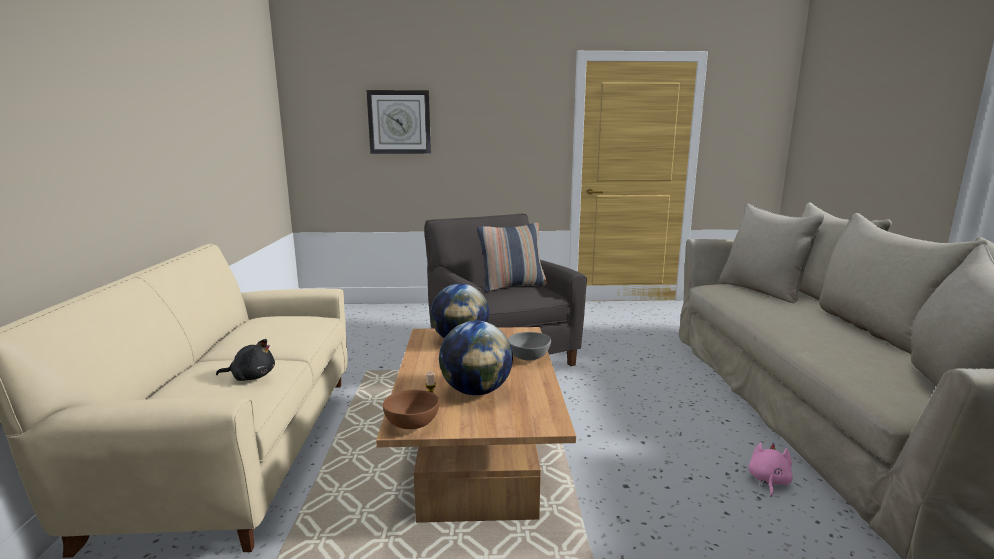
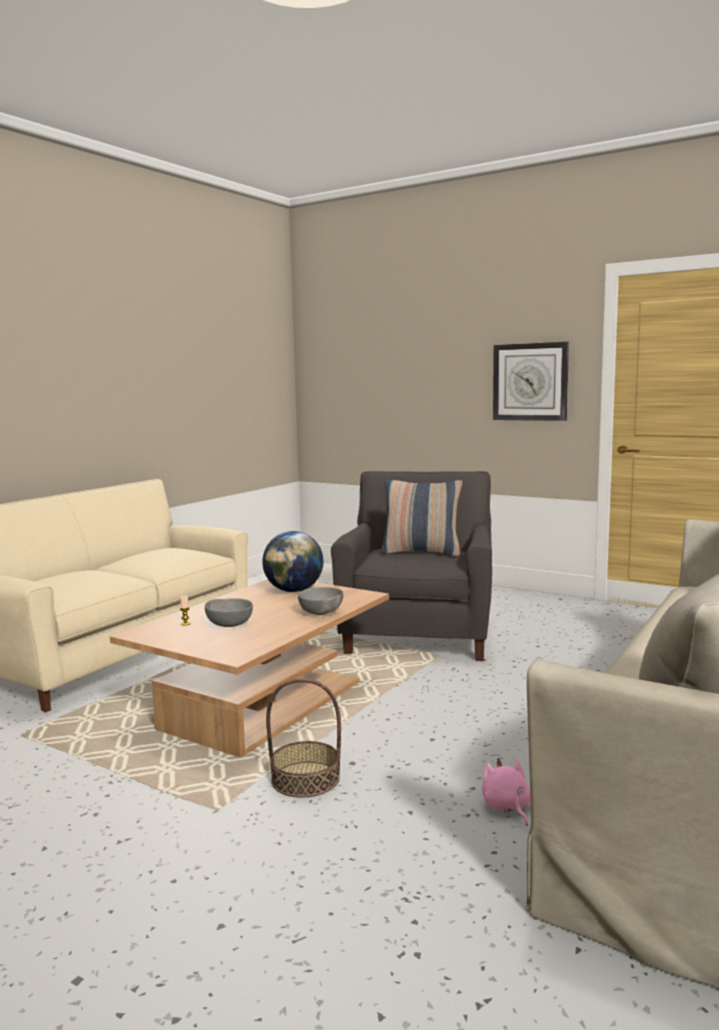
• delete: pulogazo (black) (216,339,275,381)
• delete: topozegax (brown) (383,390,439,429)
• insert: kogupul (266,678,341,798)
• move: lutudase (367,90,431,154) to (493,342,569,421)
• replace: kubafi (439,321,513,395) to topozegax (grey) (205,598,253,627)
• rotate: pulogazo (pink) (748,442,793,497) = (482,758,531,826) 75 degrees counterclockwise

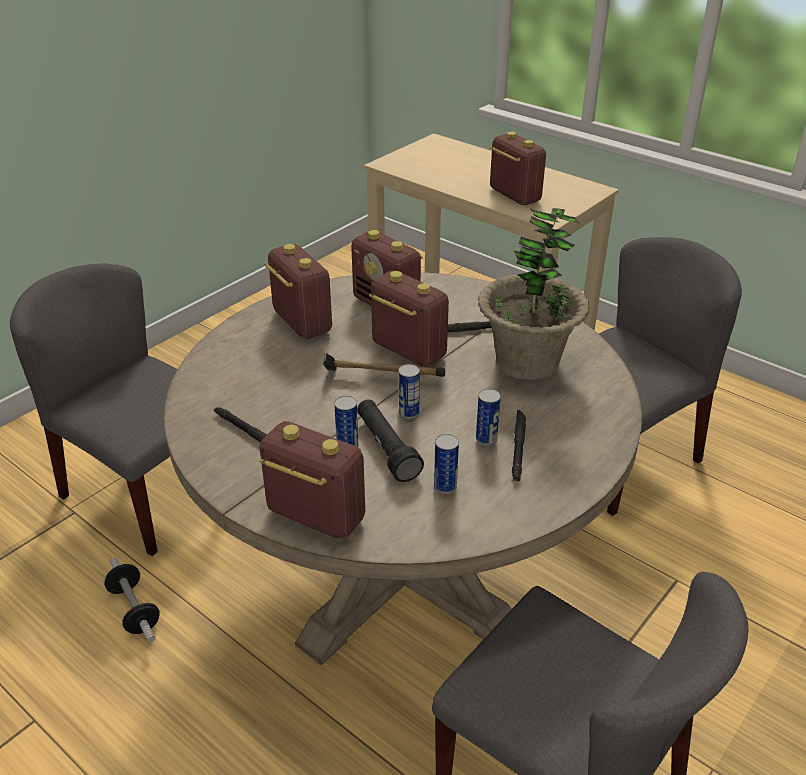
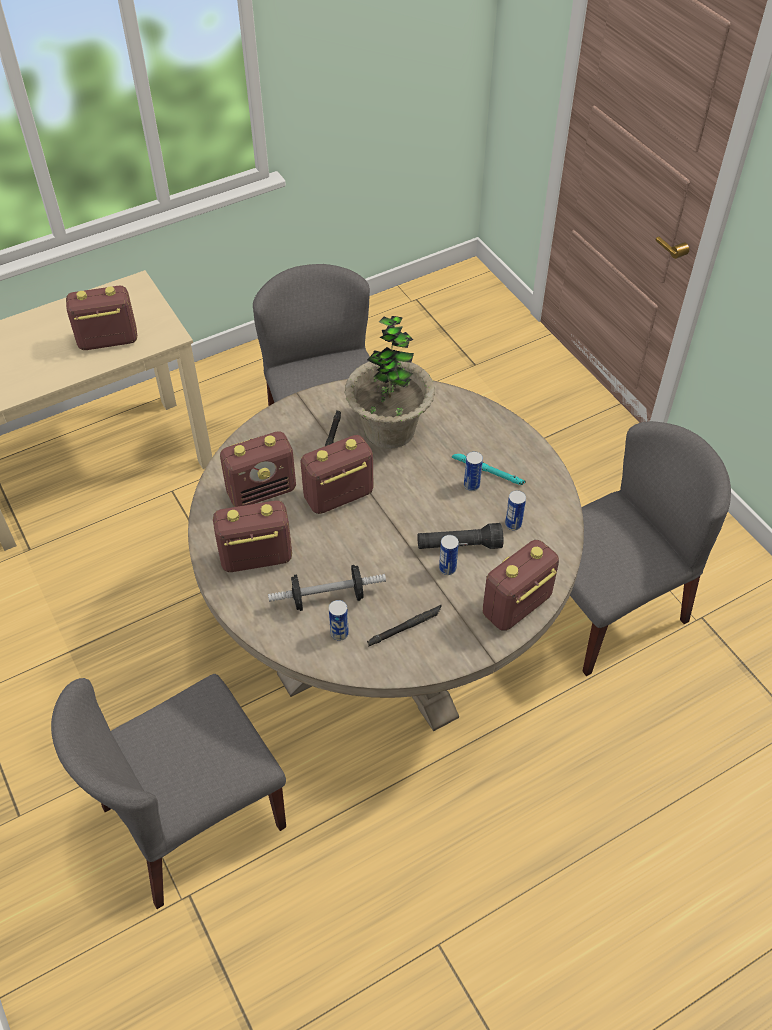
• delete: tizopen (323,353,445,377)
• move: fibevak (104,558,160,643) to (268,565,386,611)
• move: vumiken (399,364,420,420) to (329,600,349,641)
• recolor: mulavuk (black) (512,410,526,482) to mulavuk (turquoise) (452,454,526,485)

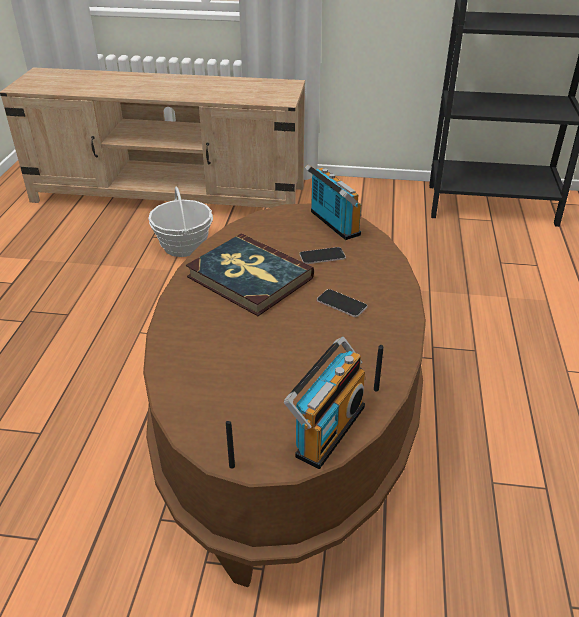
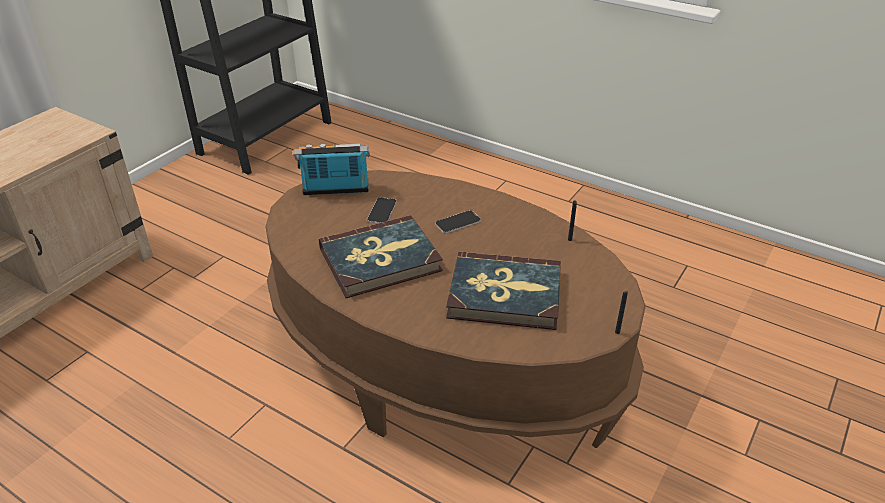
• delete: kogupul (148,187,213,257)
• delete: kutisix (284,337,365,469)
• insert: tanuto (446,252,561,330)

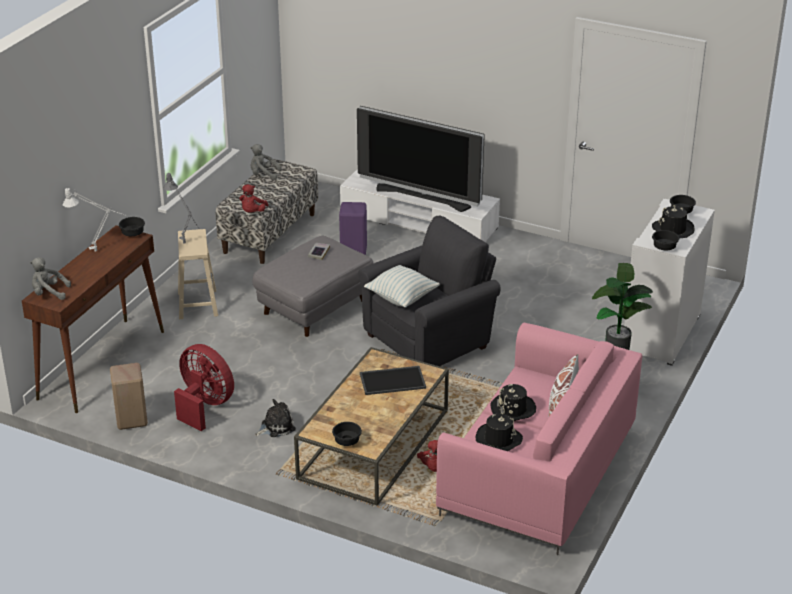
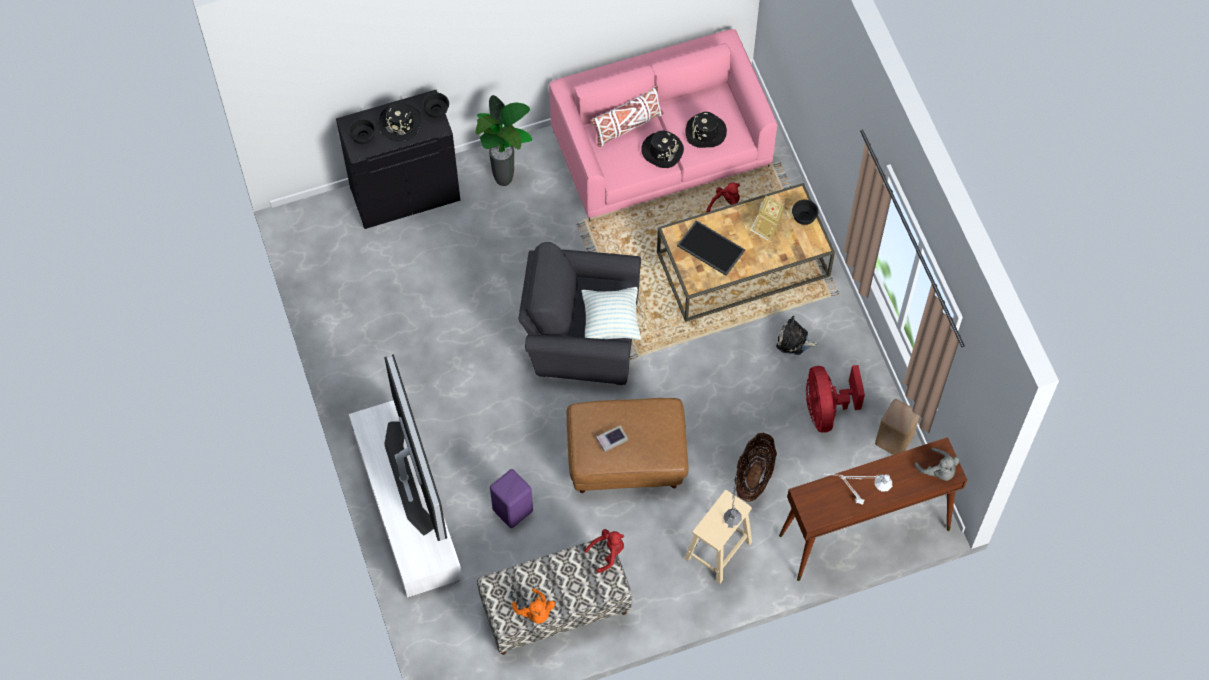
• delete: topozegax (black) (119,217,145,236)
• insert: kogupul (734,433,777,502)
• insert: tanuto (750,195,785,241)
• recolor: pulogazo (grey) (250,144,282,180) to pulogazo (orange) (512,588,555,624)
• recolor: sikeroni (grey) (252,236,374,337) to sikeroni (brown) (567,398,689,493)
• recolor: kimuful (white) (624,199,715,366) to kimuful (black) (336,90,461,229)

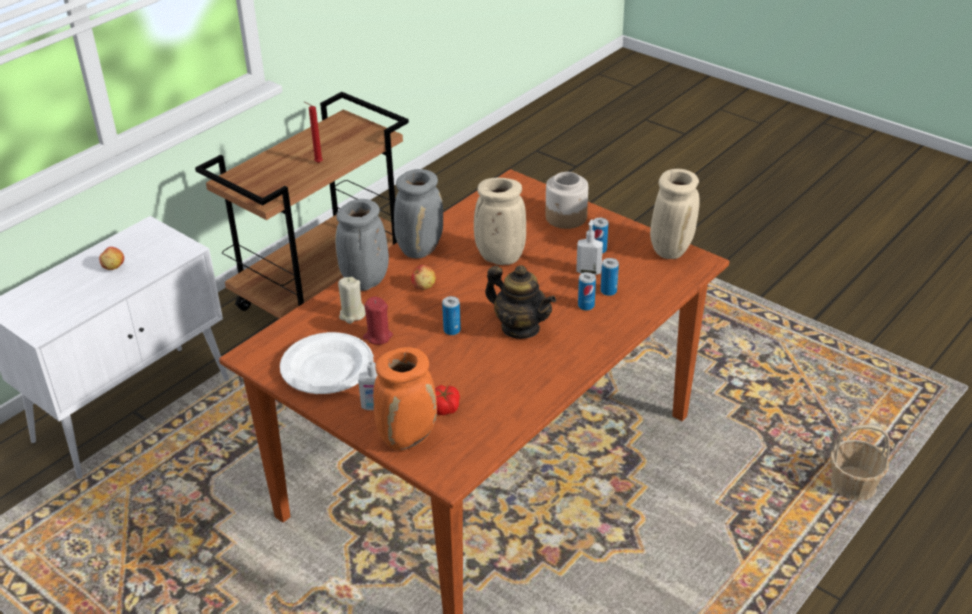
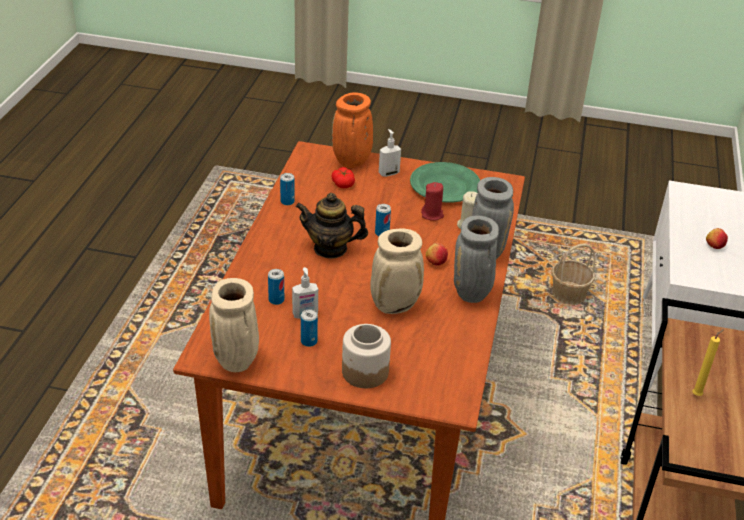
• move: vumiken (578,272,596,311) to (280,173,295,205)
• move: kogupul (830,425,890,501) to (552,244,595,305)
• recolor: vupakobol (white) (280,332,372,394) to vupakobol (green) (410,162,480,202)
• recolor: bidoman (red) (305,102,323,163) to bidoman (yellow) (693,329,724,396)

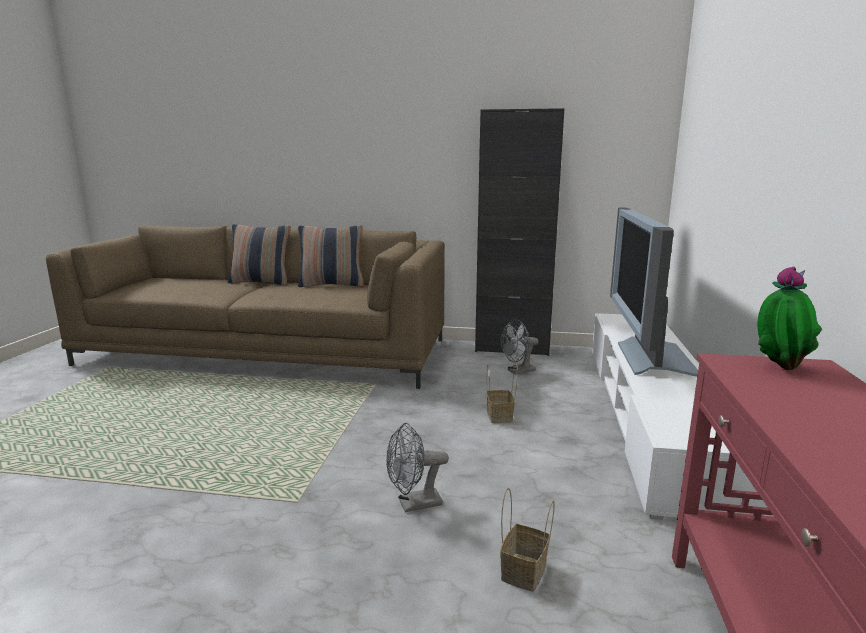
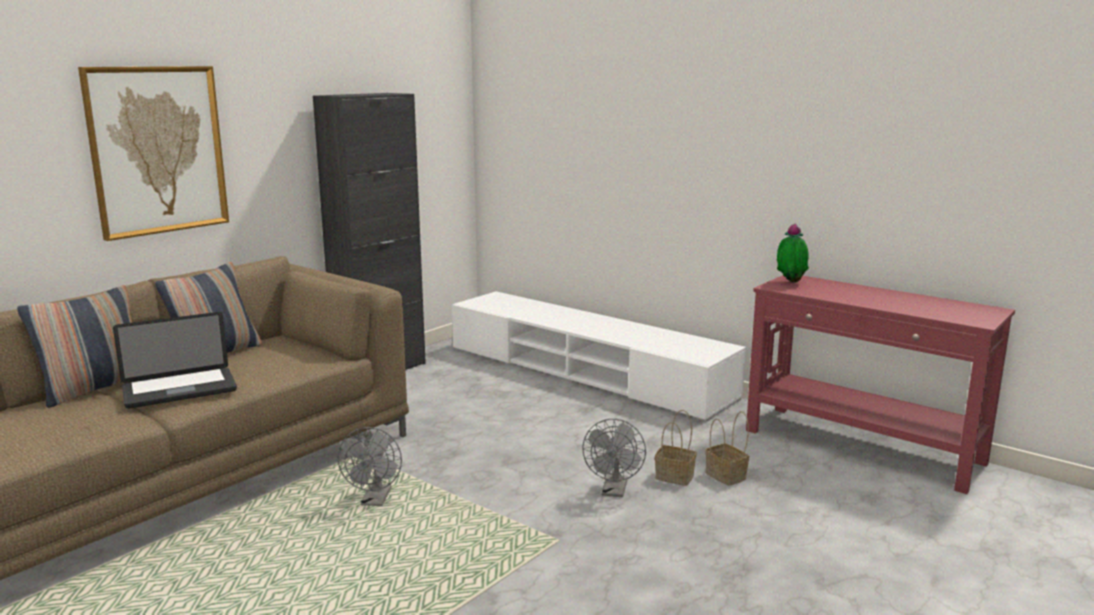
• delete: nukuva (610,207,698,377)
• insert: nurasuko (78,66,229,241)
• insert: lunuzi (113,312,237,409)
• move: kogupul (487,364,518,423) to (655,410,696,486)
• move: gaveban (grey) (501,320,539,375) to (337,427,402,506)

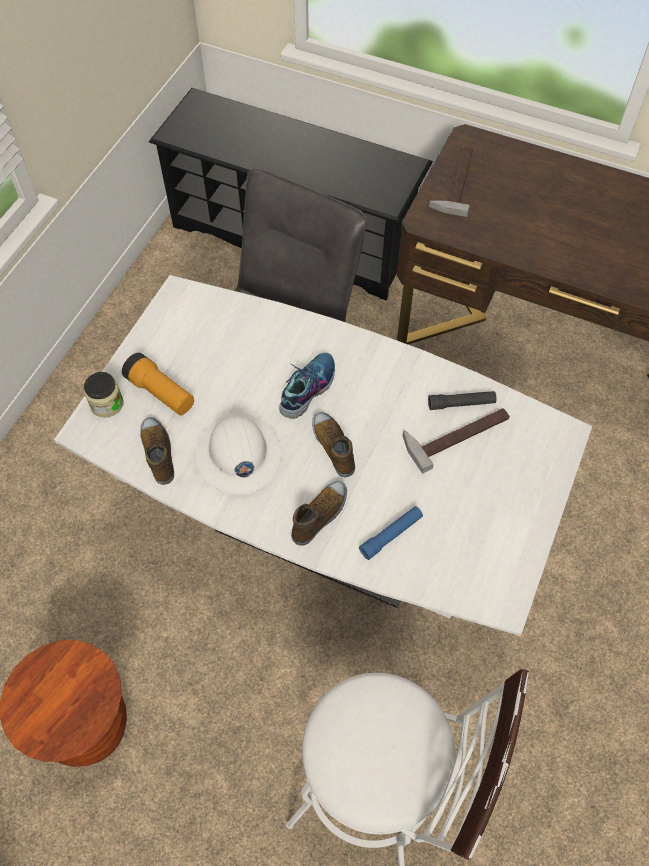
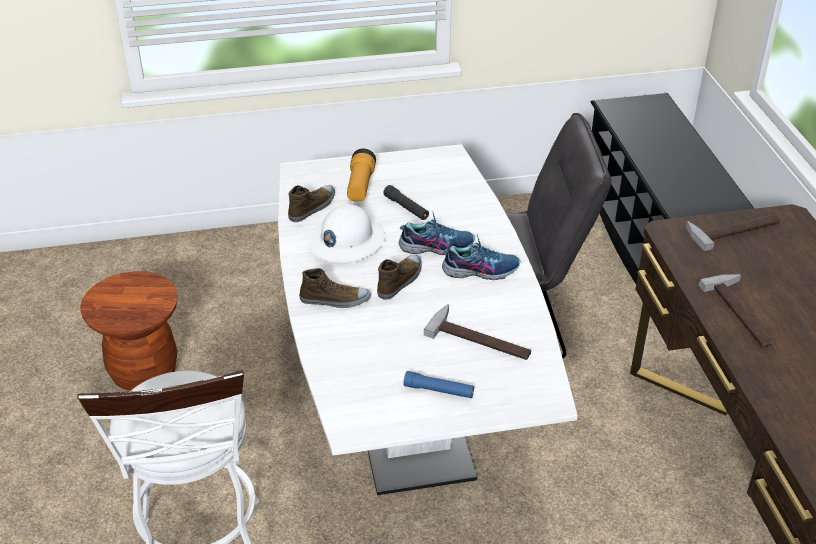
• delete: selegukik (84,372,124,418)
• insert: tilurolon (442,235,520,280)
• insert: tizopen (698,274,773,348)
• move: mulavuk (blue) (359,506,423,560) to (403,371,474,398)
• move: mulavuk (black) (428,391,497,410) to (383,185,429,220)

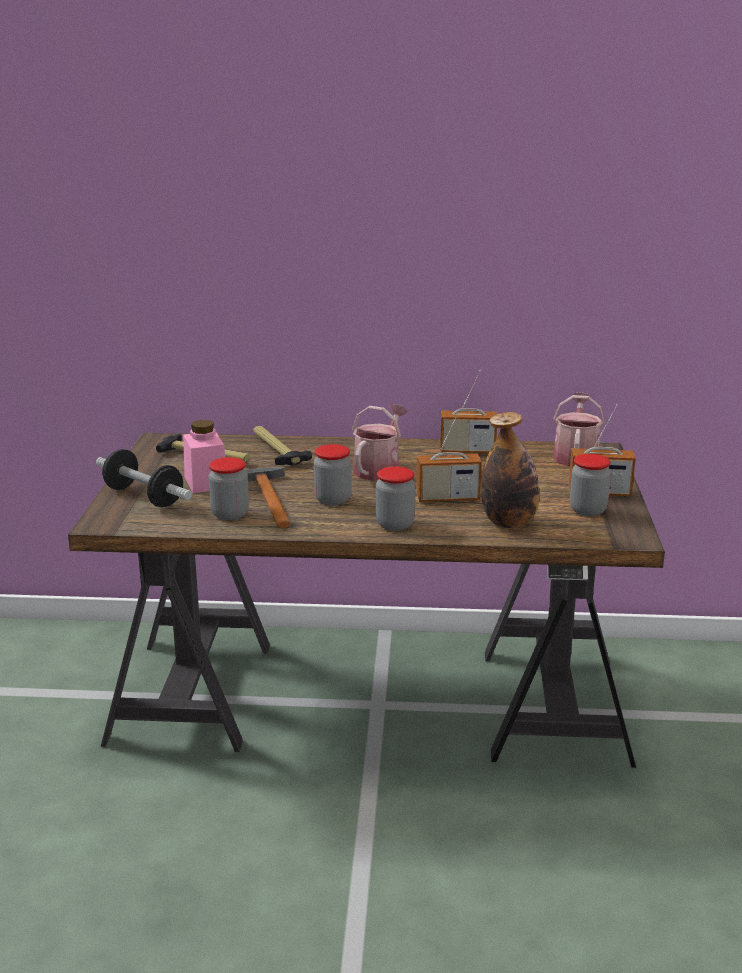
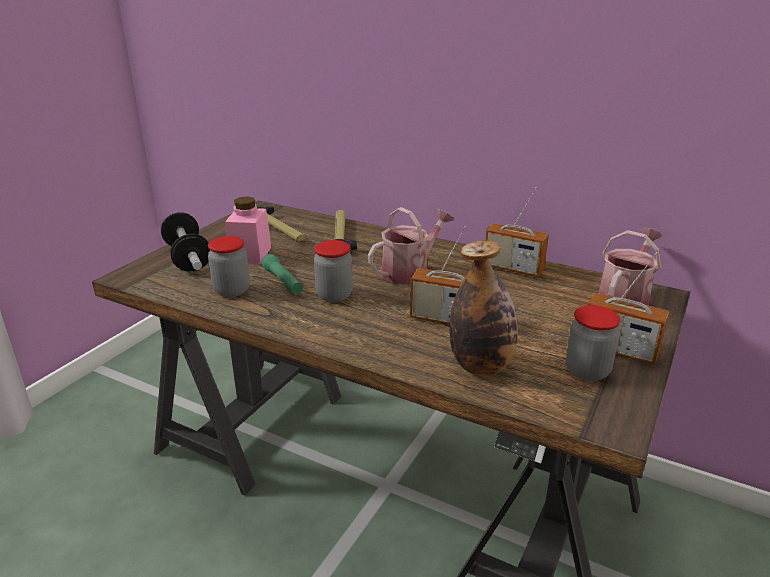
• delete: selegukik (376,466,415,531)
• replace: tizopen (246,467,291,528) to mulavuk (green) (261,254,303,294)

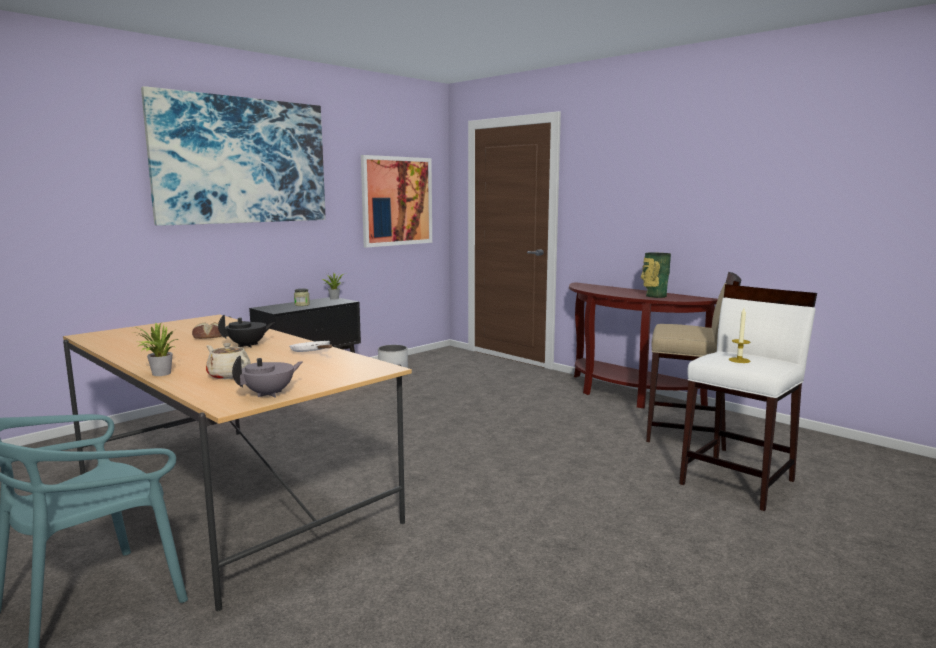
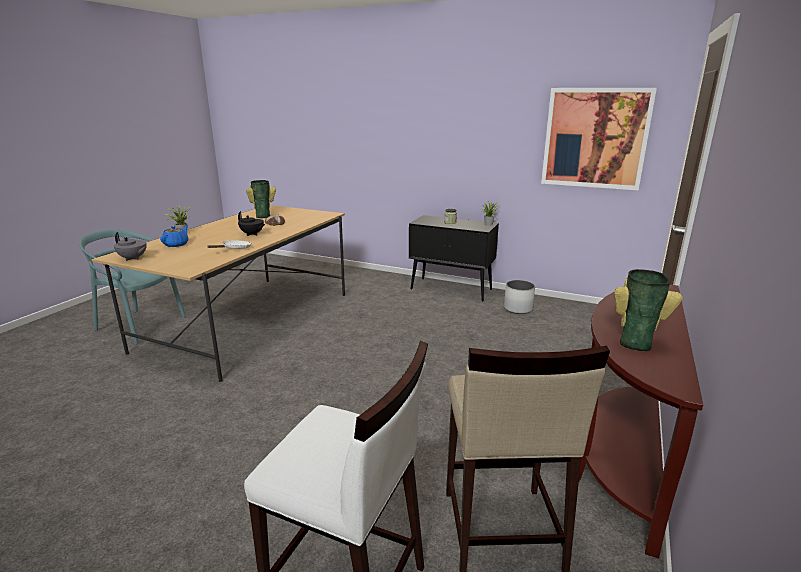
• delete: nurasuko (141,86,326,226)
• delete: bidoman (729,308,750,363)
• insert: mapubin (246,180,276,218)
• recolor: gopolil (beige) (206,343,251,379) to gopolil (blue) (160,225,189,247)

